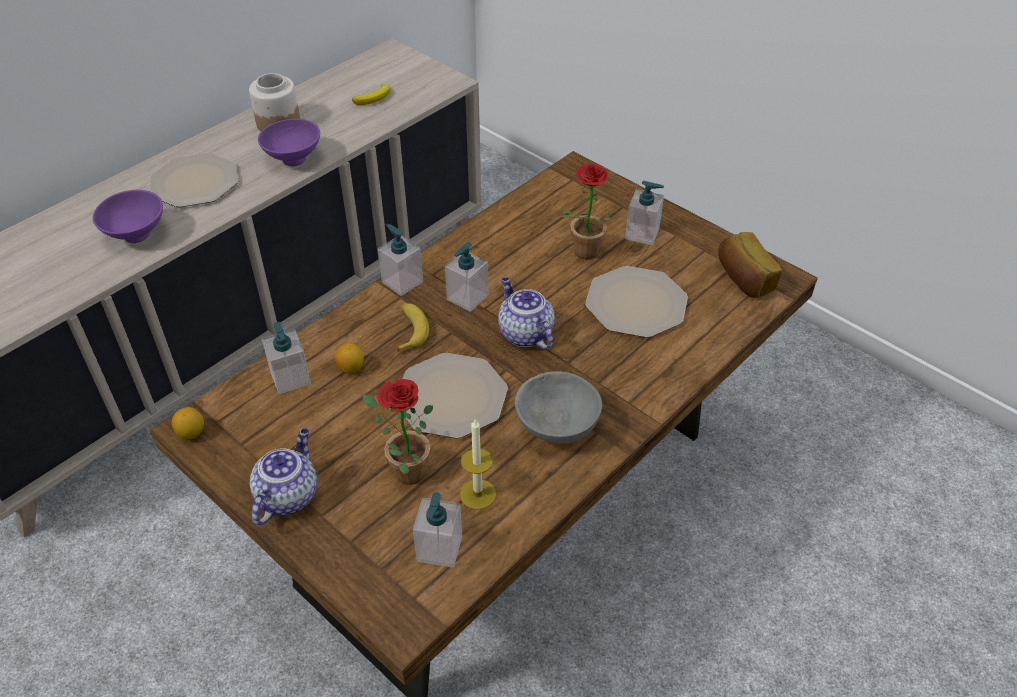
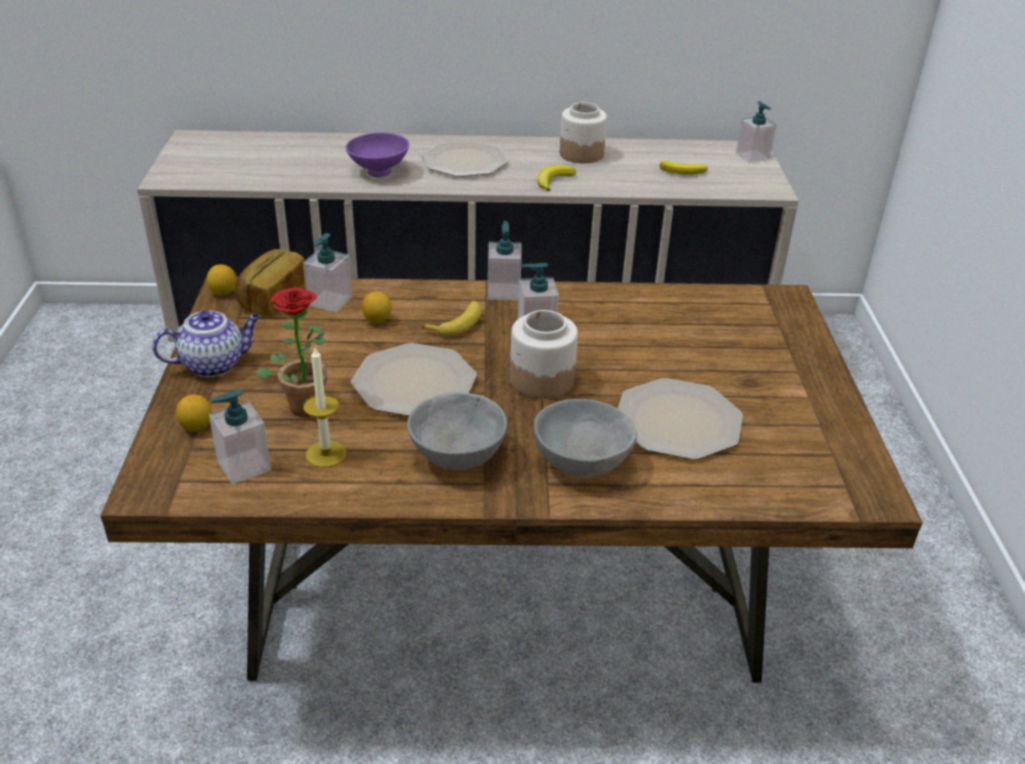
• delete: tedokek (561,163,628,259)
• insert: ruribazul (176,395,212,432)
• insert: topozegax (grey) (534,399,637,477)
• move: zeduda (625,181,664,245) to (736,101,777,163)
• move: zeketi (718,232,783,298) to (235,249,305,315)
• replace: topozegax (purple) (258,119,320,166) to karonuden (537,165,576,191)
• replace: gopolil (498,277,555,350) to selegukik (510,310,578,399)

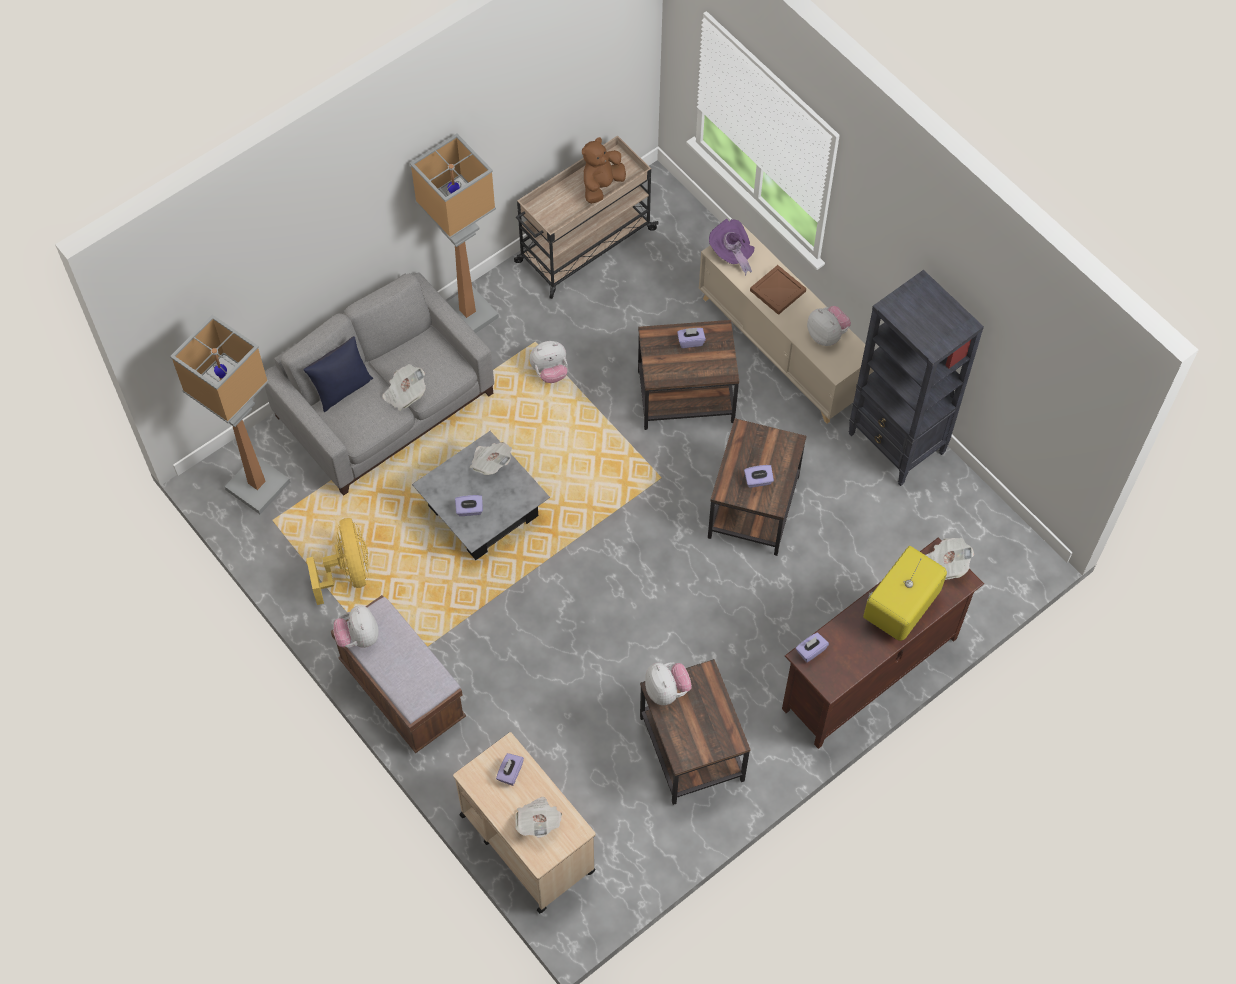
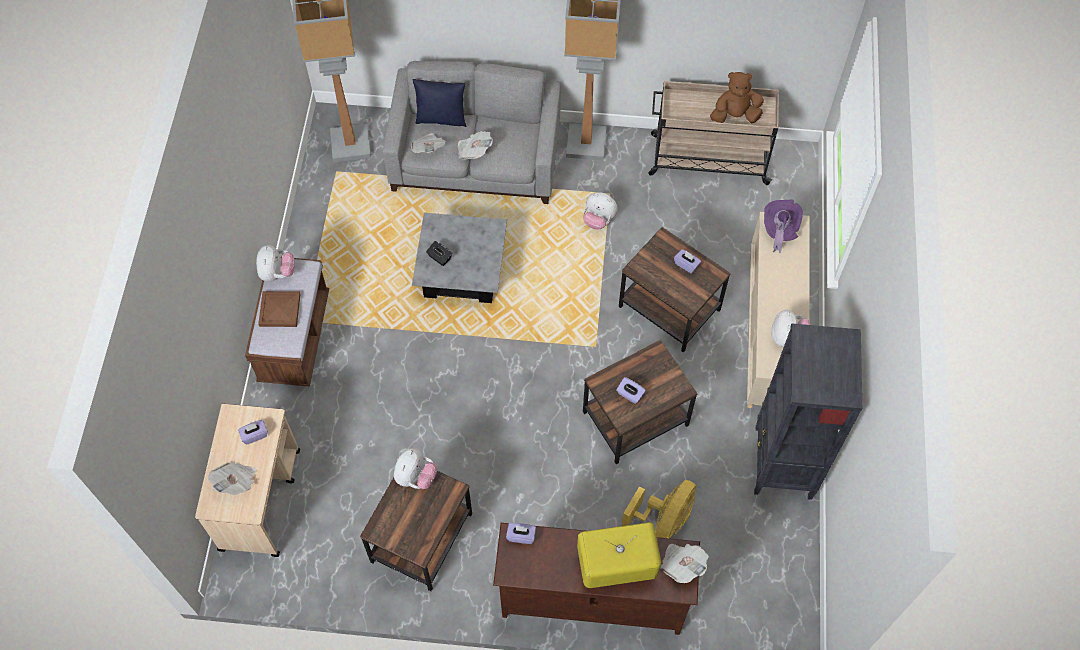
• move: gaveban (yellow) (306,518,369,605) to (622,480,696,539)
• move: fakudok (470,442,512,475) to (411,133,446,153)
• move: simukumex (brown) (750,265,806,315) to (258,291,301,327)
• recolor: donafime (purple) (455,495,483,516) to donafime (black) (426,241,452,266)
• rotate: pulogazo (333,605,378,648) = (256,245,295,282) 150 degrees clockwise

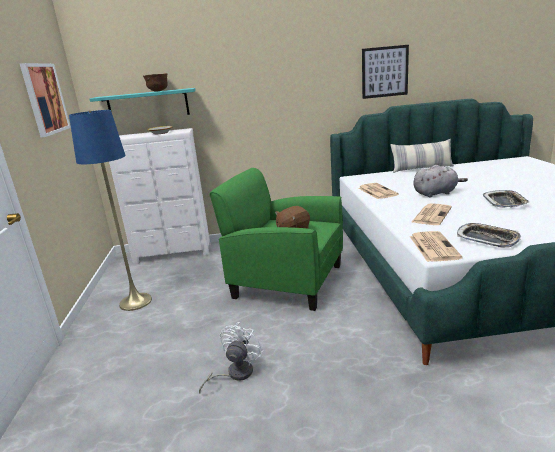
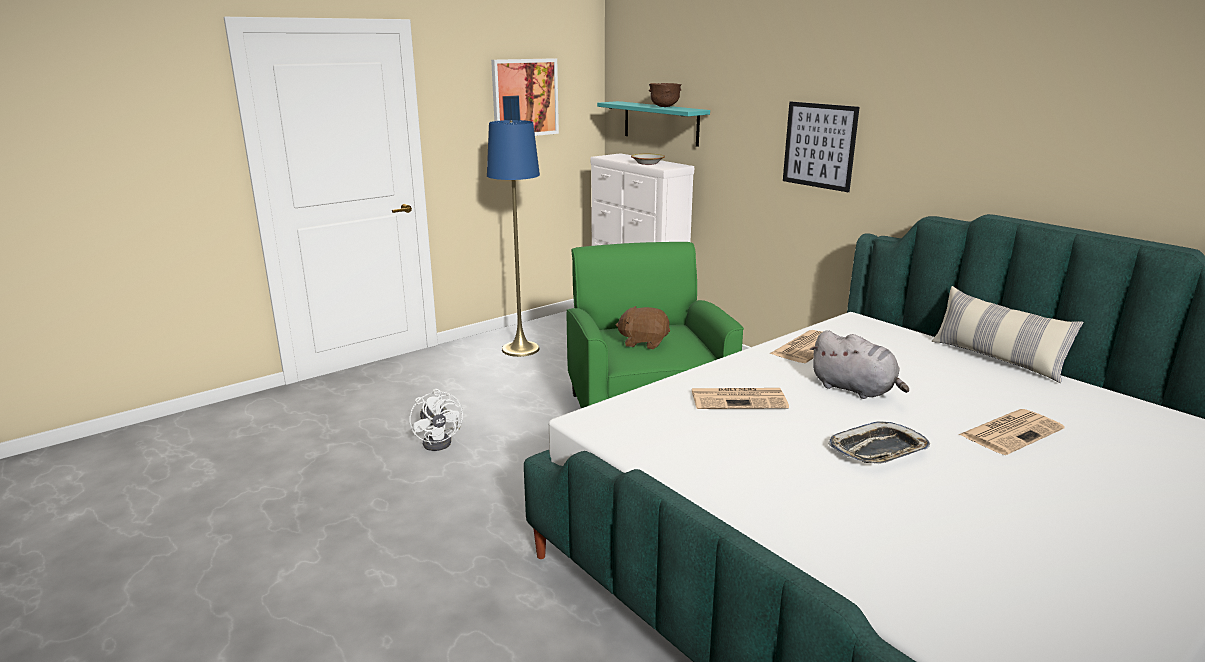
• delete: simukumex (457,223,521,248)
• move: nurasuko (362,45,409,99) to (783,102,860,192)
• move: fakudok (410,231,463,262) to (958,409,1065,455)
• rotate: gaveban (white) (199,322,263,393) = (409,389,463,451) 75 degrees clockwise

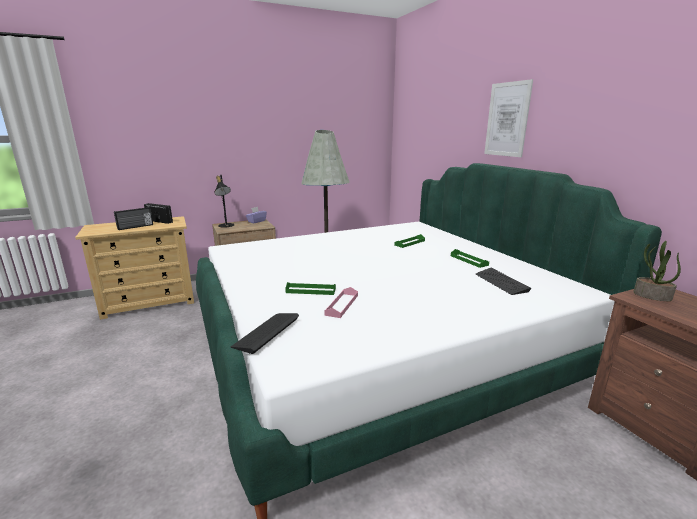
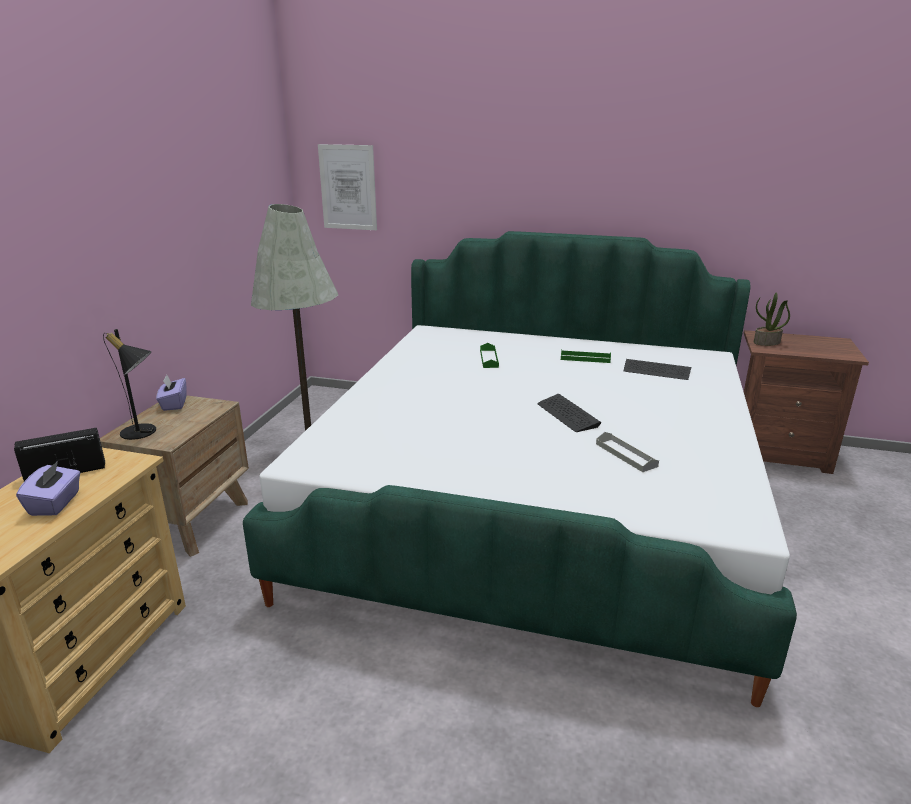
• delete: simukumex (green) (285,282,336,295)
• move: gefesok (231,313,299,354) to (538,394,602,432)
• move: nurasuko (484,79,533,157) to (318,144,377,230)
• replace: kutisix (114,207,153,230) to donafime (purple) (16,461,80,516)
• recolor: simukumex (pink) (324,287,358,318) to simukumex (grey) (596,432,659,472)

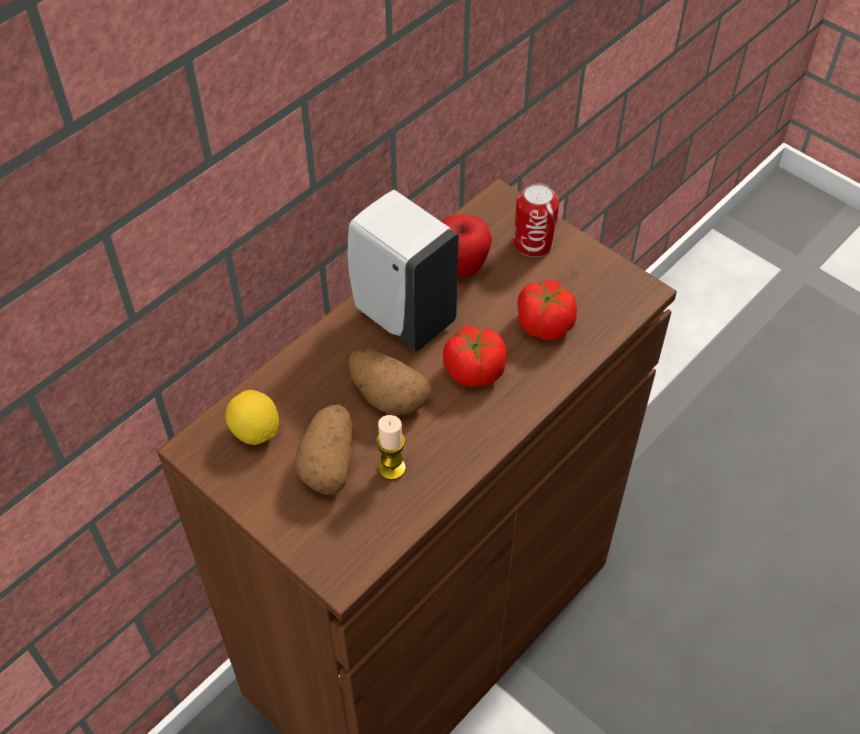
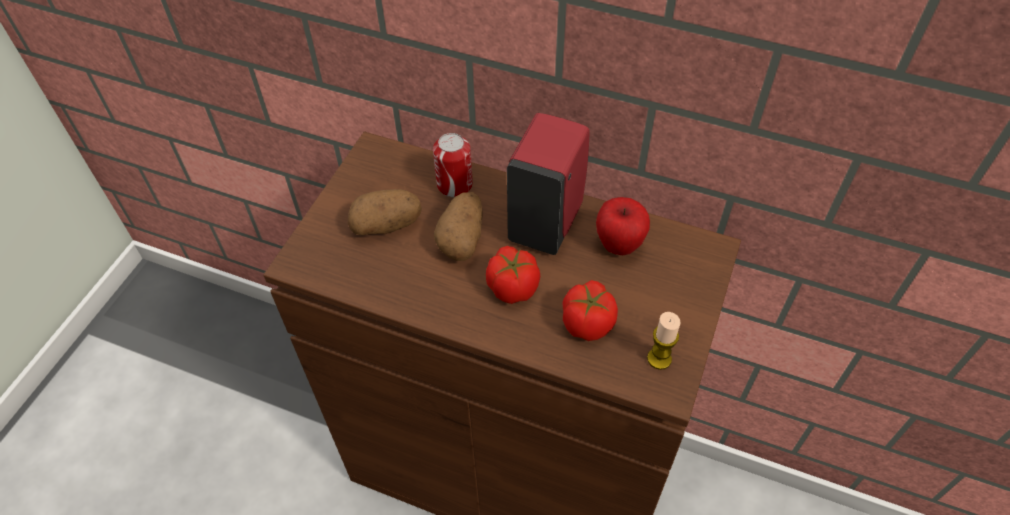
• delete: ruribazul (226,390,279,445)
• move: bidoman (376,415,406,480) to (647,312,681,370)
• move: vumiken (513,183,559,257) to (433,133,473,197)
• recolor: zeduda (white) (348,190,459,351) to zeduda (red) (507,113,590,255)

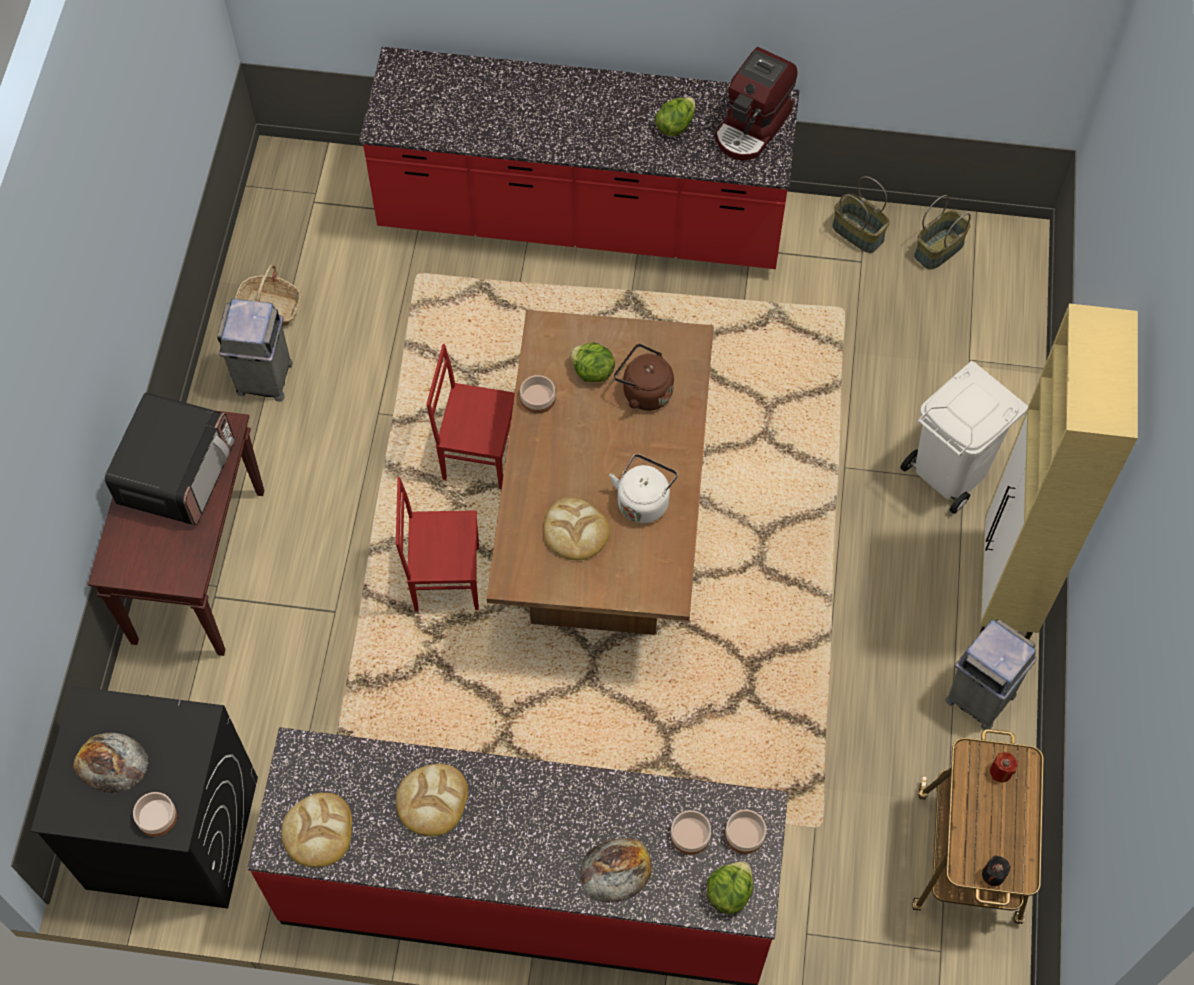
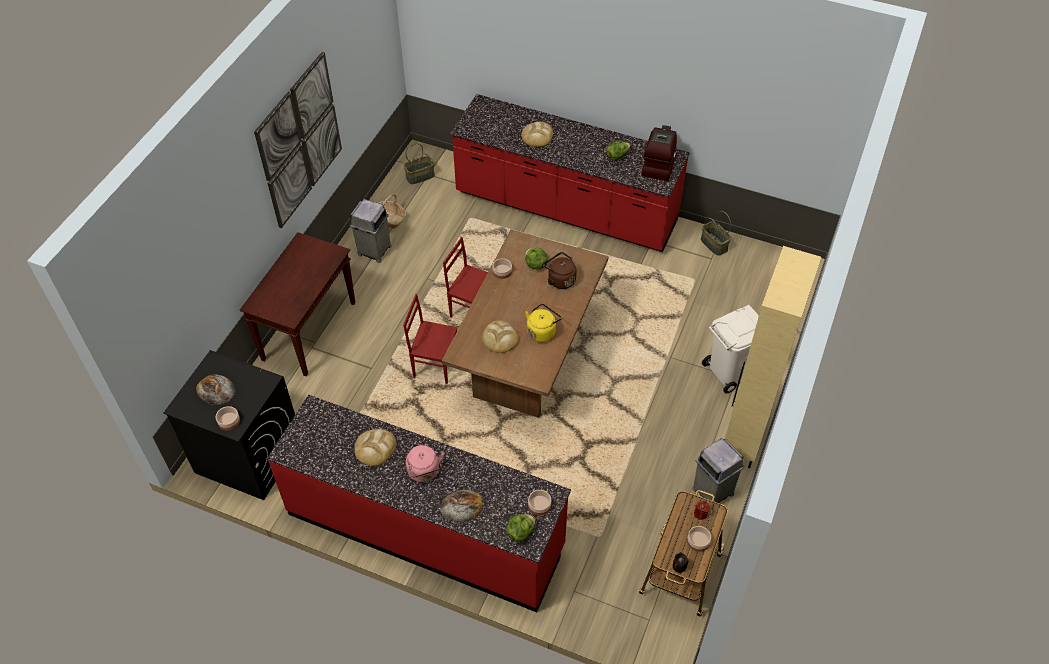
• delete: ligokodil (105,392,234,526)
• insert: nurasuko (254,52,342,228)
• insert: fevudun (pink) (406,445,445,482)
• move: zeketi (281,793,352,868) to (521,122,553,147)
• move: topozegax (670,810,711,855) to (687,526,711,552)
• move: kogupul (914,195,971,270) to (404,143,435,184)
• recolor: fevudun (white) (609,454,678,523) to fevudun (yellow) (525,303,562,342)
• rotate: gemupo (715,47,798,160) = (642,125,677,181) 150 degrees clockwise

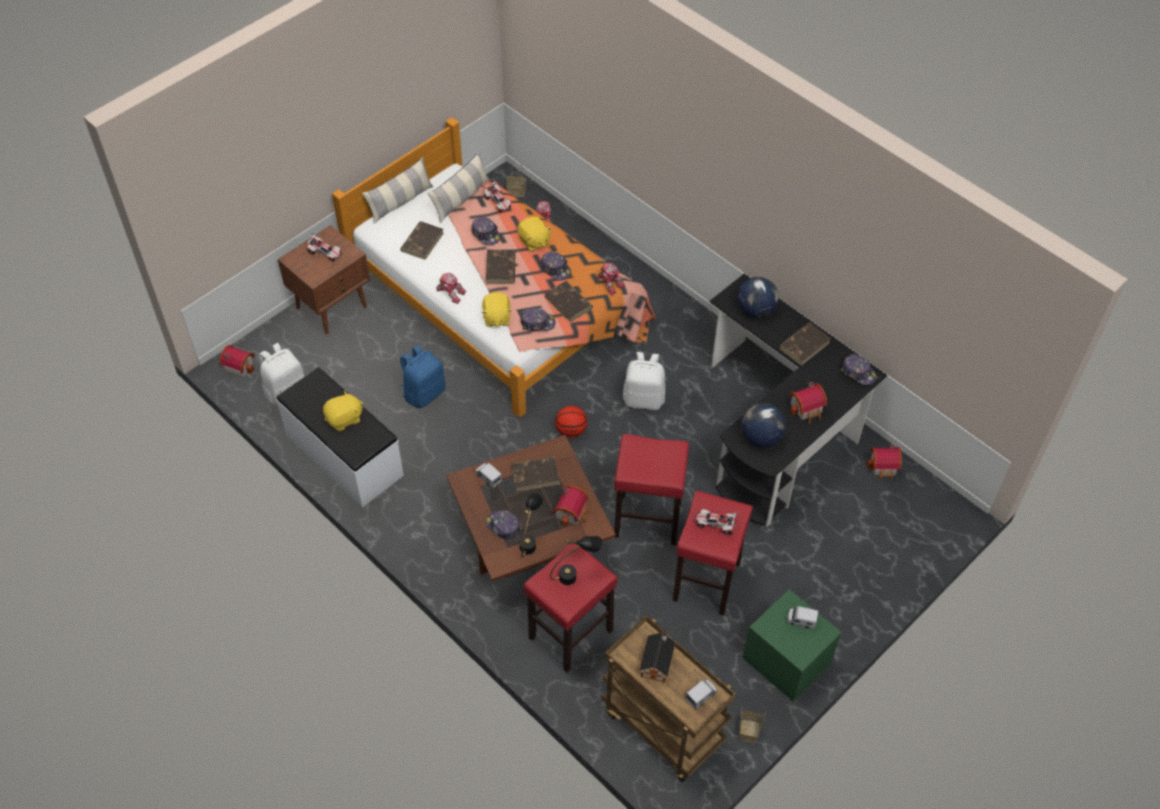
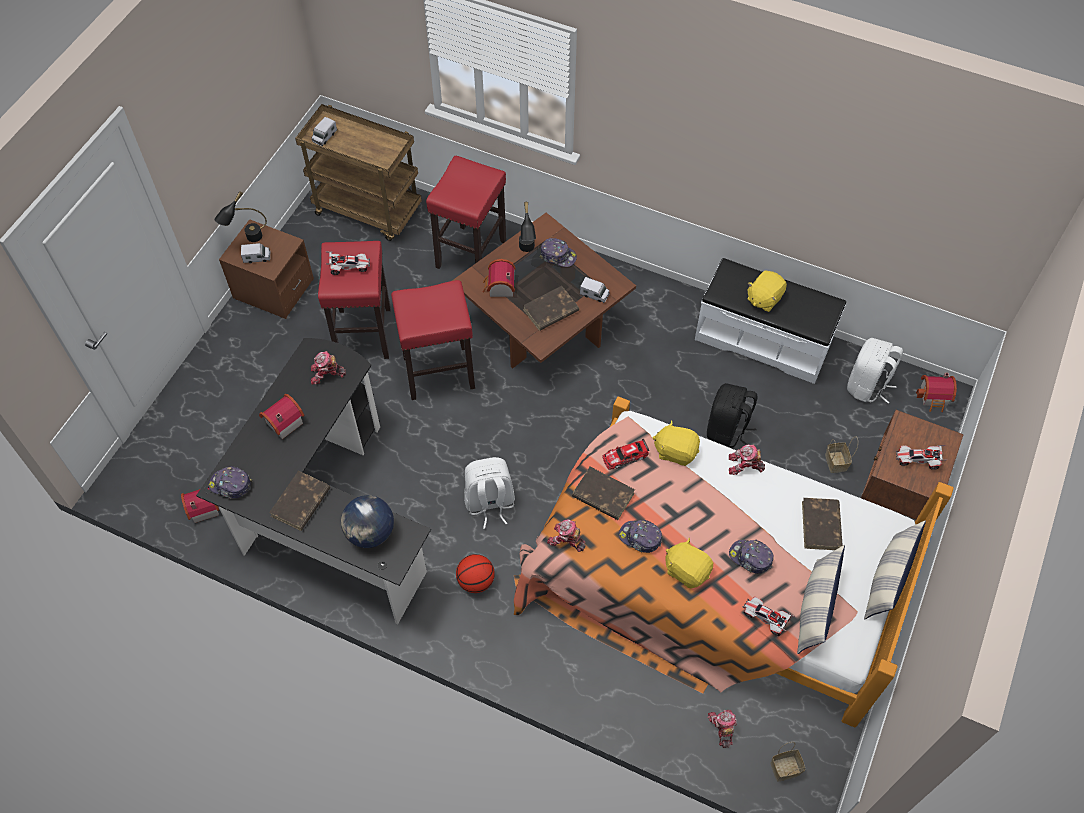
• delete: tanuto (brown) (486,249,515,284)
• delete: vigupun (640,632,676,683)
• move: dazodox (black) (550,536,603,585) to (214,191,267,242)
• move: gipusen (555,406,587,438) to (456,554,495,593)
• move: kogupul (739,709,766,743) to (825,436,858,473)
• replace: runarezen (521,308,555,331) to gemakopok (602,439,649,470)
• replace: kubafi (742,403,786,447) to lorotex (311,351,346,385)
• recolor: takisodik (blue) (400,345,446,408) to takisodik (black) (707,383,758,448)
• recolor: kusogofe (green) (743,589,842,701) to kusogofe (brown) (219,219,314,319)
• rotate: pulogazo (yellow) (481,292,512,327) = (653,420,700,466) 45 degrees counterclockwise

